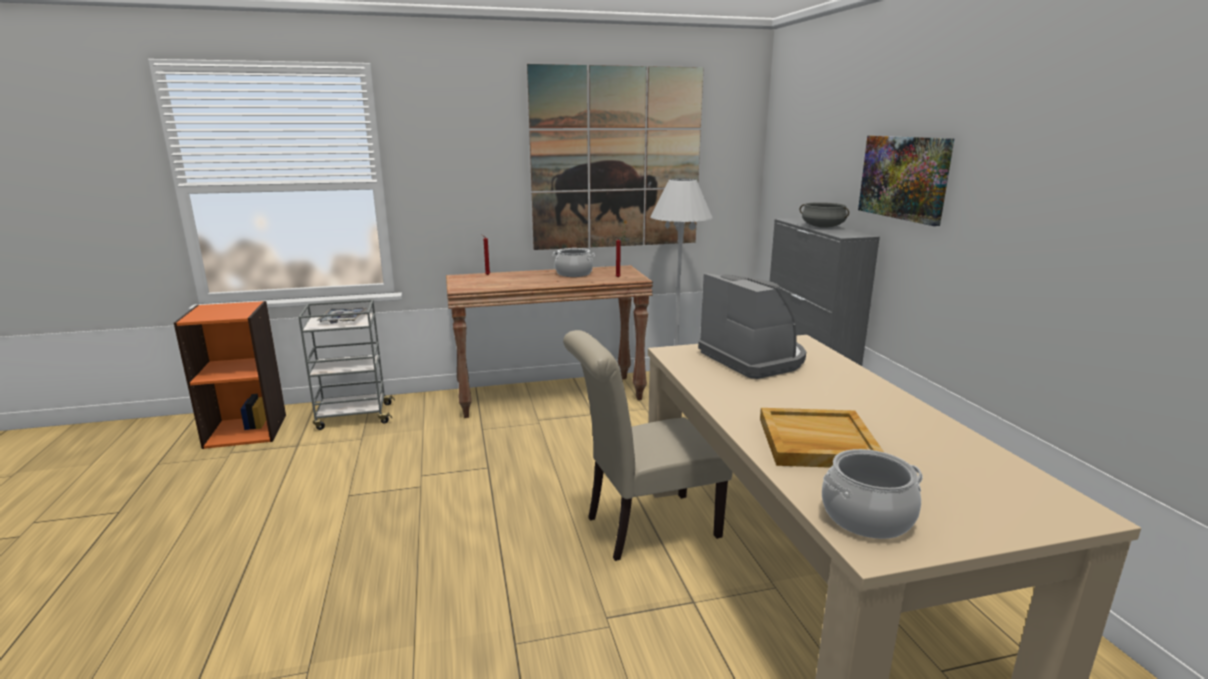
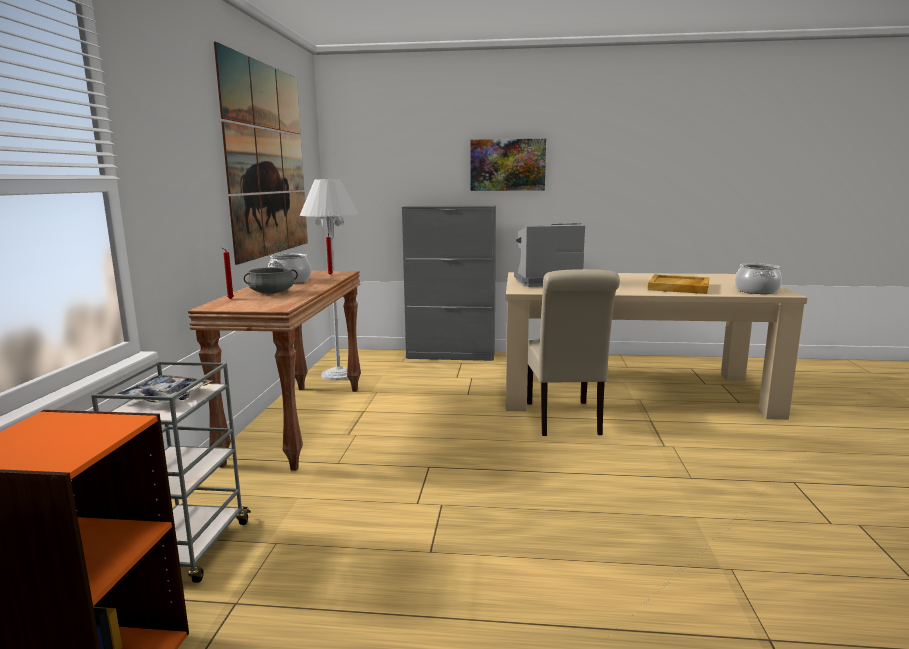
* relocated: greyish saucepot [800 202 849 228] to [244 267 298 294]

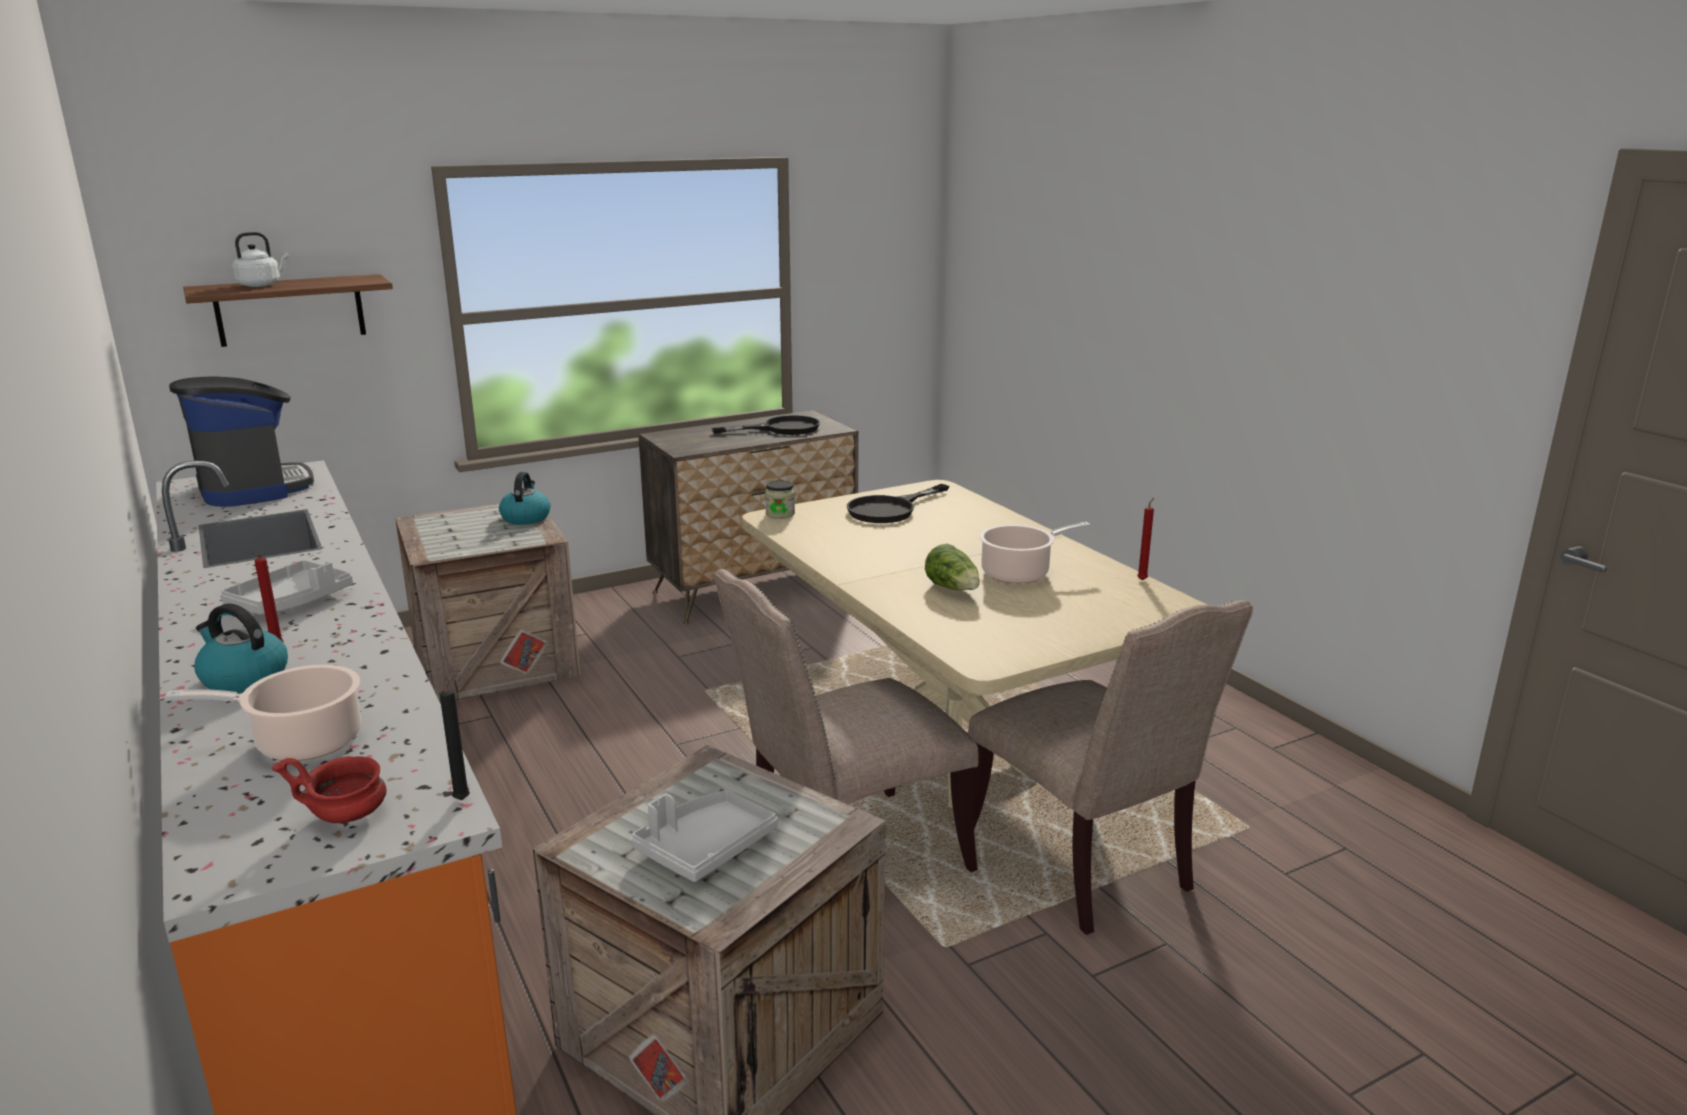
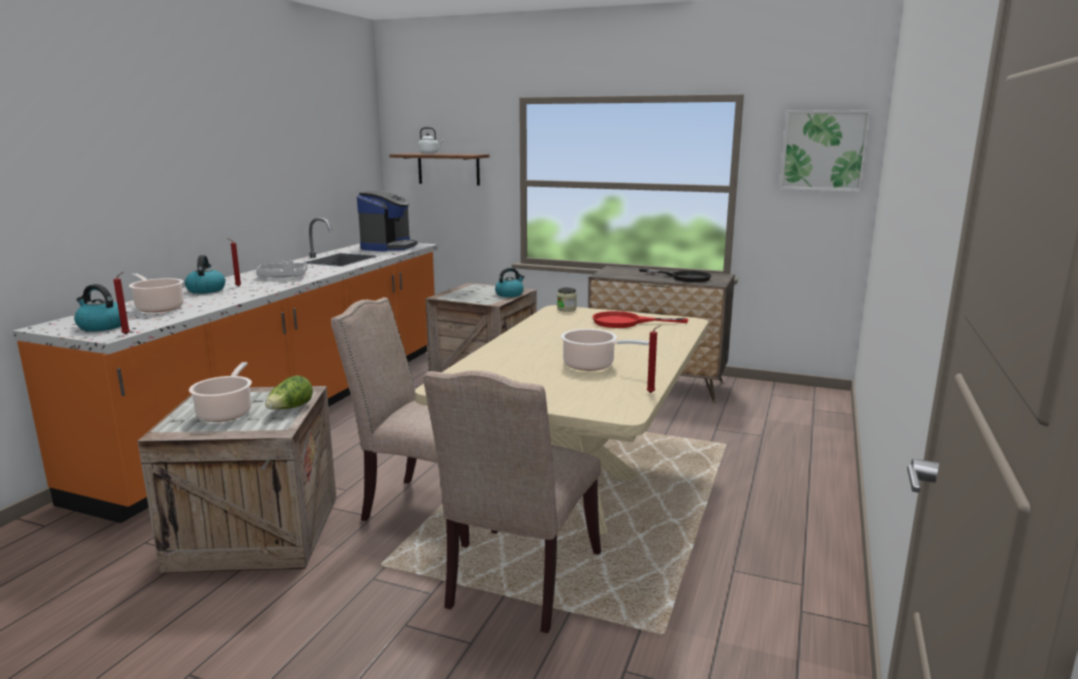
* appeared: wall art [780 110 871 192]
* relocated: lettuce head [925 544 980 590] to [265 375 313 409]
* exchanged: red-coloured deep dish [272 756 386 823] to kettle [74 284 127 332]
* exchanged: greyish tray [631 790 778 882] to saucepot [189 362 252 422]
* colour: black-coloured wax light [440 673 470 800] to red-coloured wax light [113 272 130 334]
* colour: black-coloured pan [847 484 949 523] to red-coloured pan [592 311 689 328]

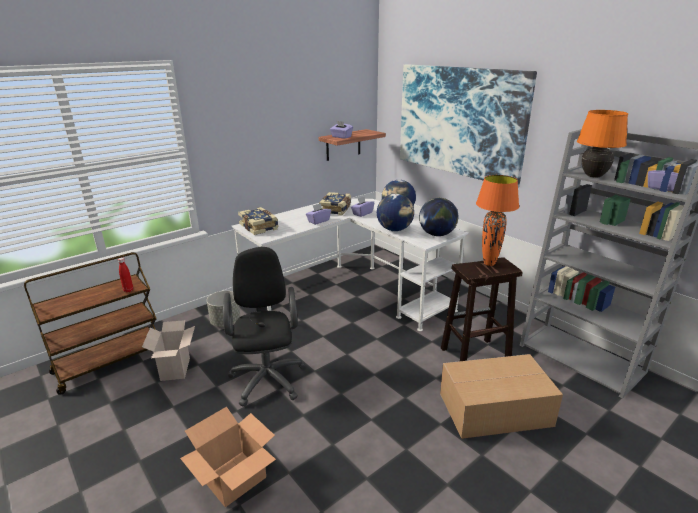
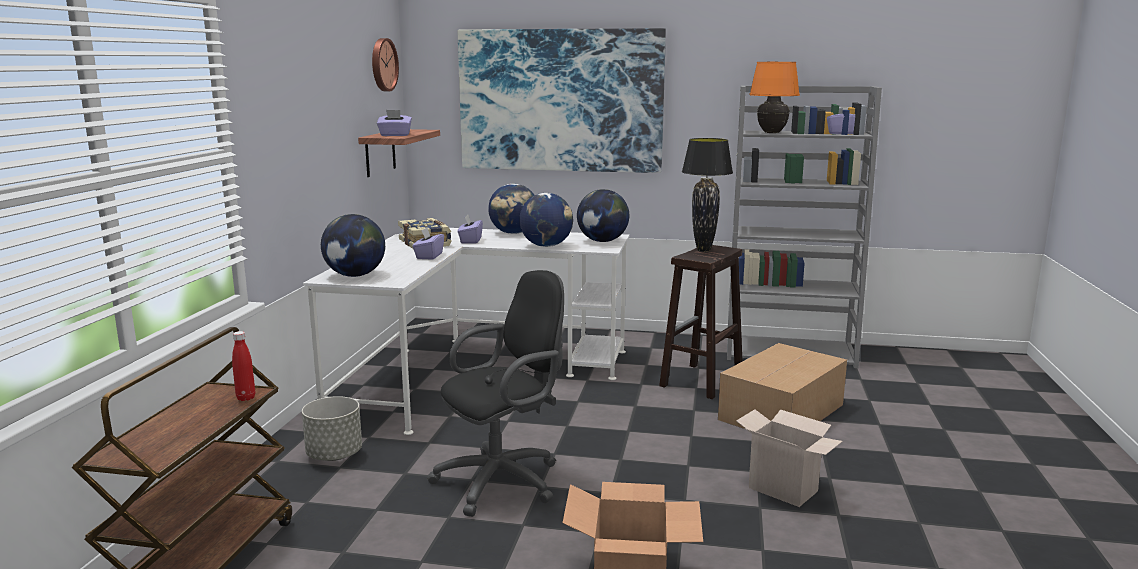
* appeared: wall clock [372 38 399 91]
* relocated: carton [142 320 195 381] to [736 409 843 507]
* exchanged: book [238 207 279 235] to globe [321 214 385 277]
* colour: orangey tabletop lamp [476 175 519 266] to black-coloured tabletop lamp [682 138 733 252]
* spun: black-coloured computer chair [223 247 306 407] = [427 270 564 517] 105 degrees clockwise

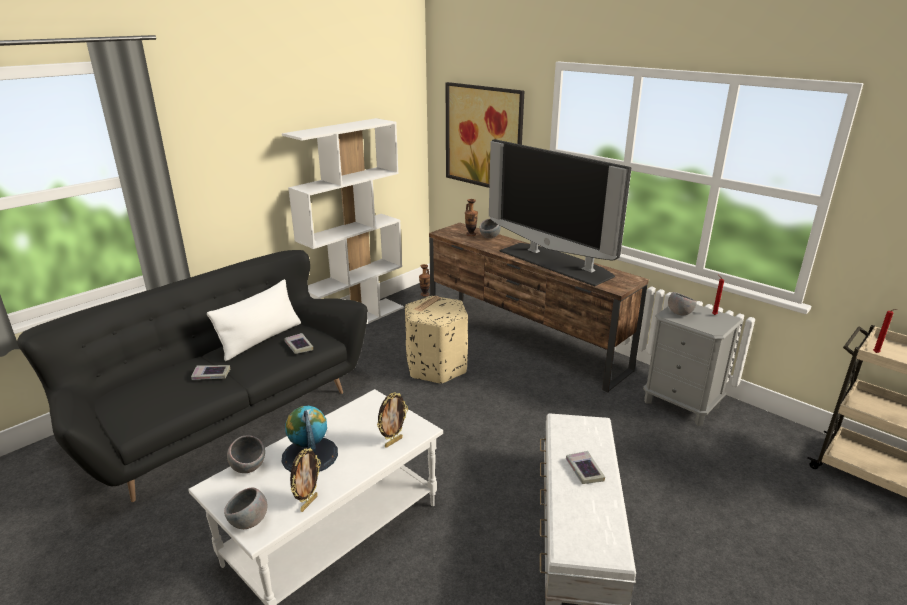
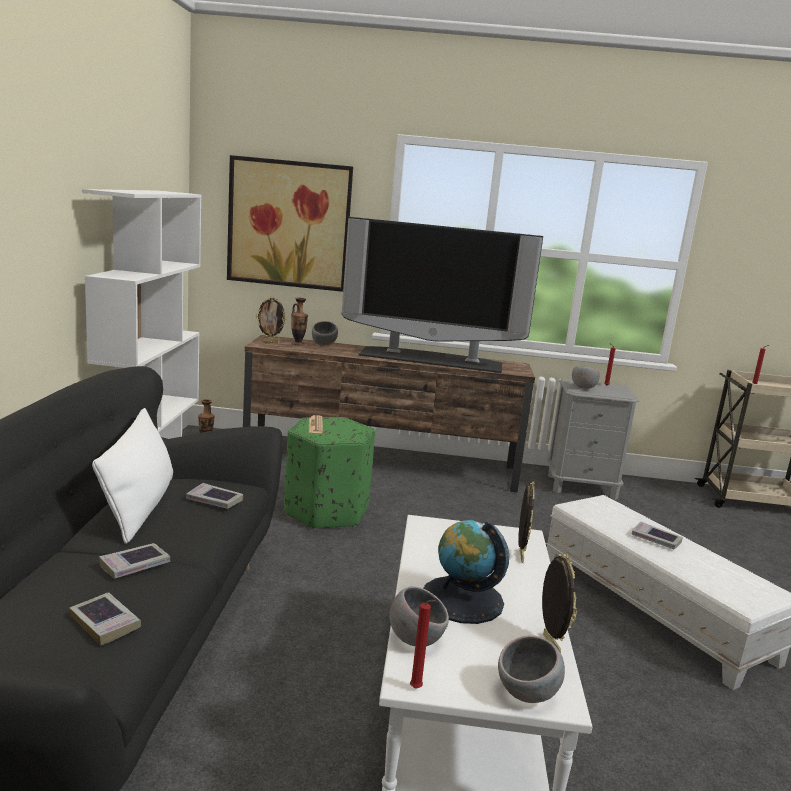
* appeared: book [69 592 141 646]
* appeared: photo frame [256 296 287 343]
* appeared: red-coloured wax light [410 600 436 688]
* colour: sand-coloured ottoman [405 296 468 384] to green ottoman [284 417 375 529]

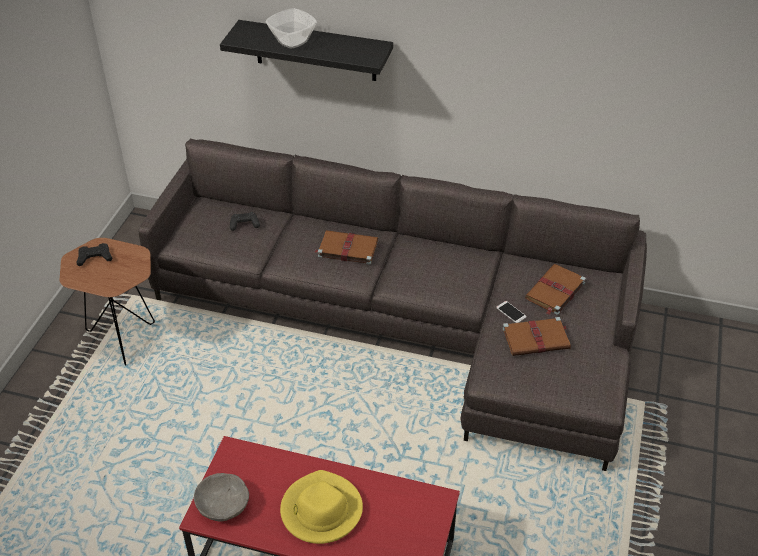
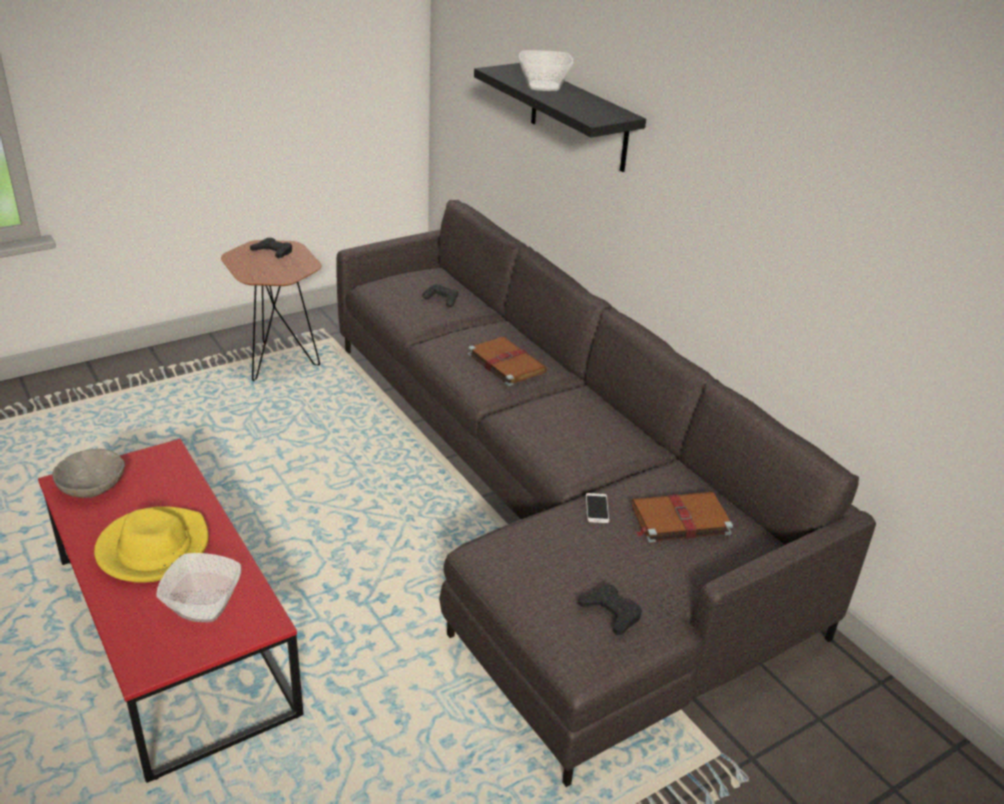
* missing: brown book [502 317 571 356]
* appeared: deep dish [156 553 241 622]
* appeared: black-coloured joypad [578 584 642 635]

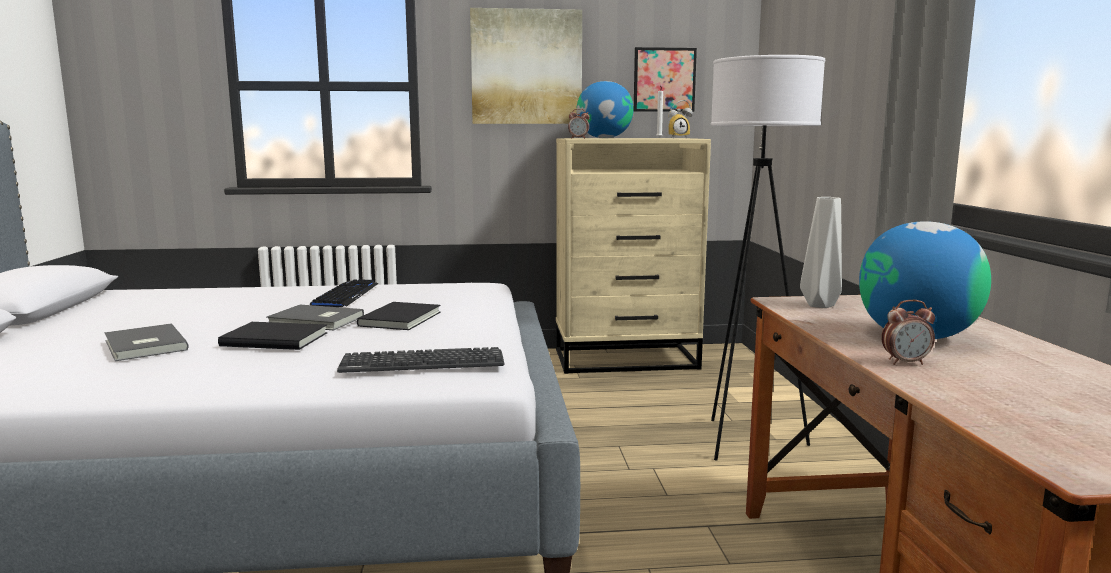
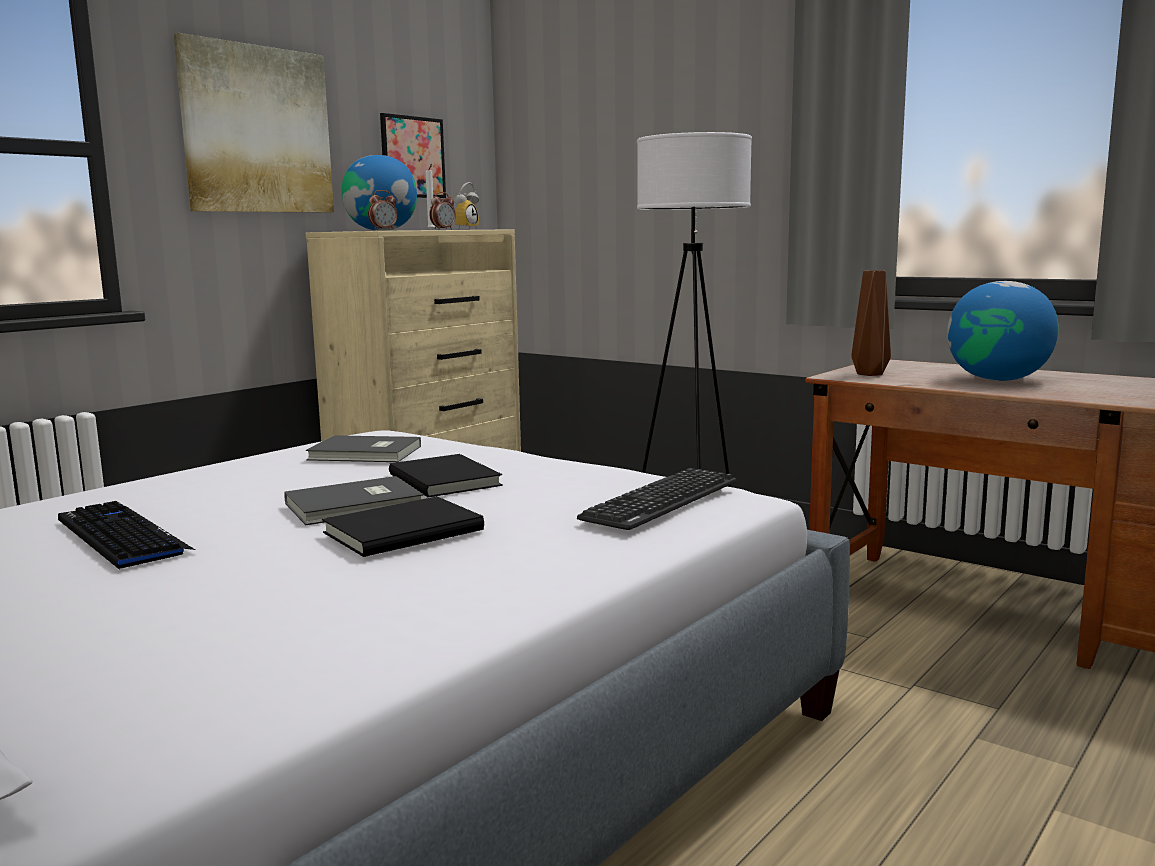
* relocated: greyish book [105 323 189 361] to [306 435 421 462]
* relocated: PC keyboard [310 279 379 307] to [58 501 195 570]
* relocated: table clock [881 300 935 365] to [429 192 456 230]
* colour: greyish flower vase [800 197 842 308] to brown flower vase [851 270 891 376]

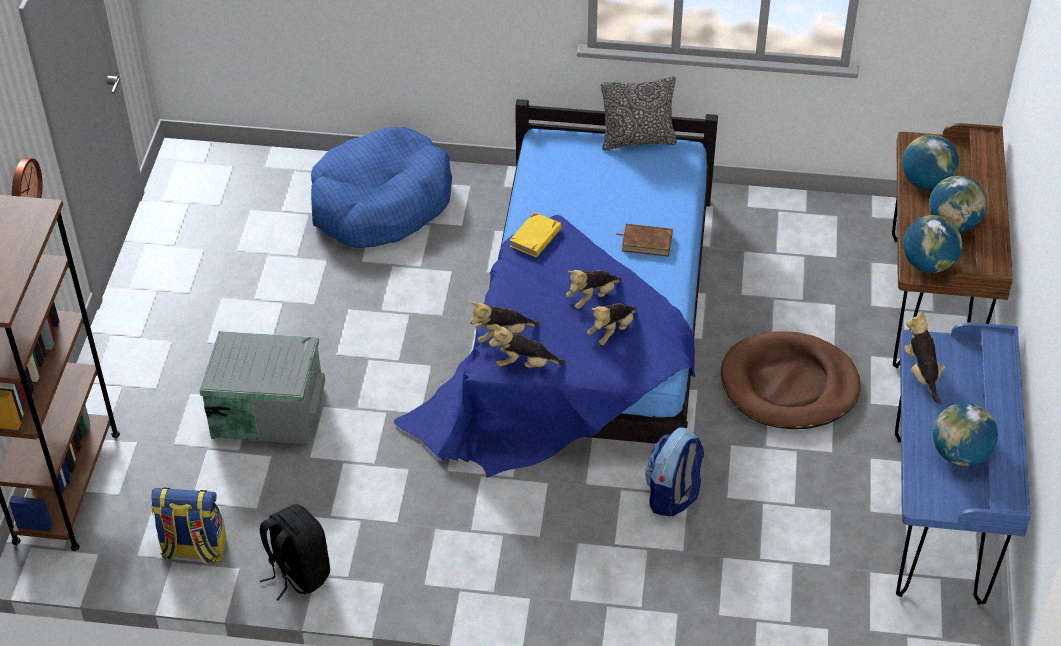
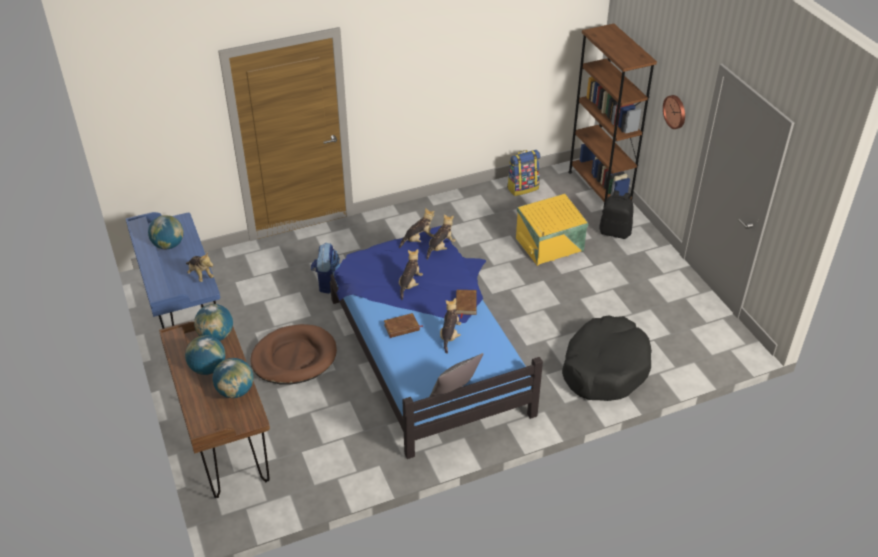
* relocated: black-coloured rucksack [260 504 330 601] to [600 190 634 239]
* relocated: soft toy [587 303 636 345] to [440 298 461 354]
* colour: greyish storage box [199 331 325 445] to yellow-coloured storage box [516 194 589 266]
* colour: blue pet bed [311 127 452 248] to black-coloured pet bed [562 315 652 401]
* colour: yellow-coloured book [510 212 561 257] to brown book [456 290 477 319]

